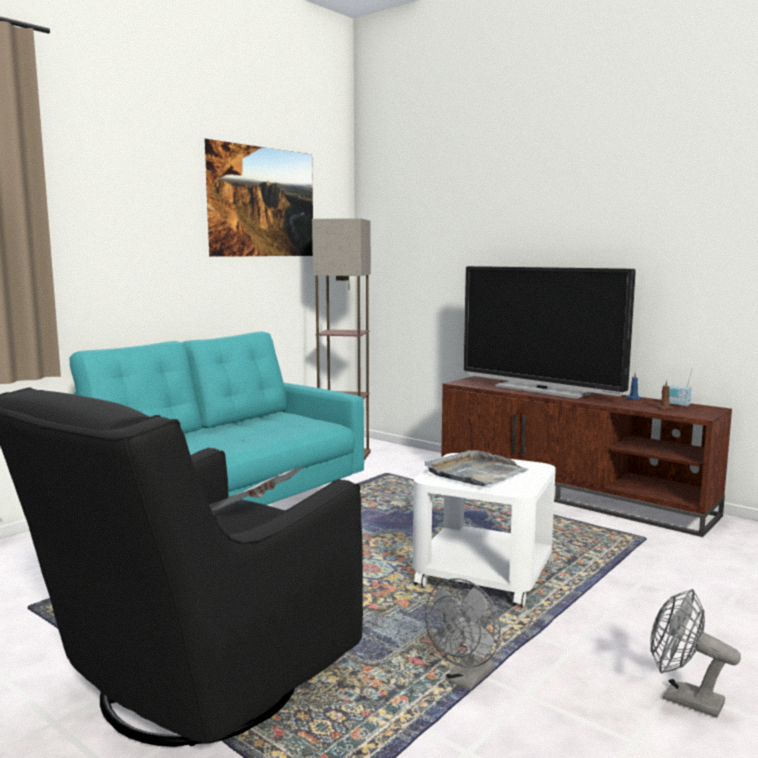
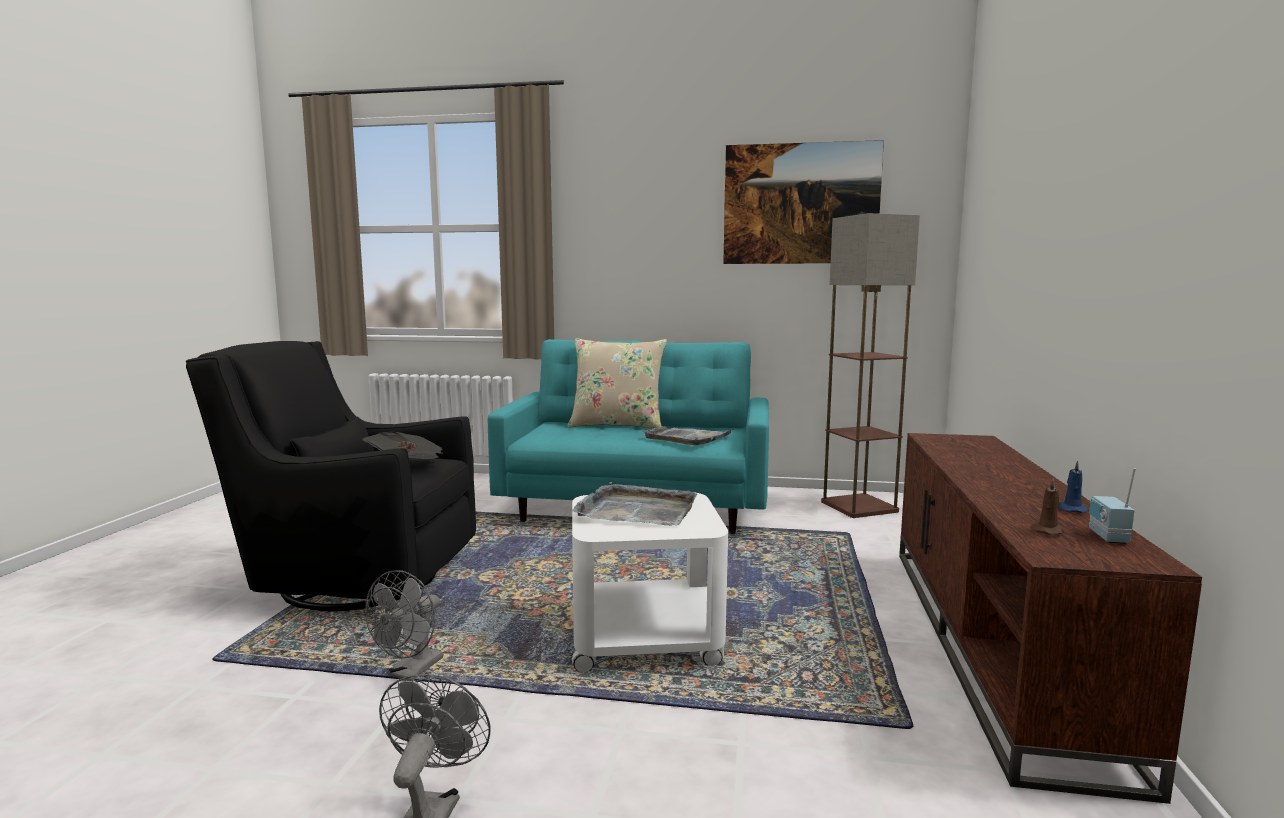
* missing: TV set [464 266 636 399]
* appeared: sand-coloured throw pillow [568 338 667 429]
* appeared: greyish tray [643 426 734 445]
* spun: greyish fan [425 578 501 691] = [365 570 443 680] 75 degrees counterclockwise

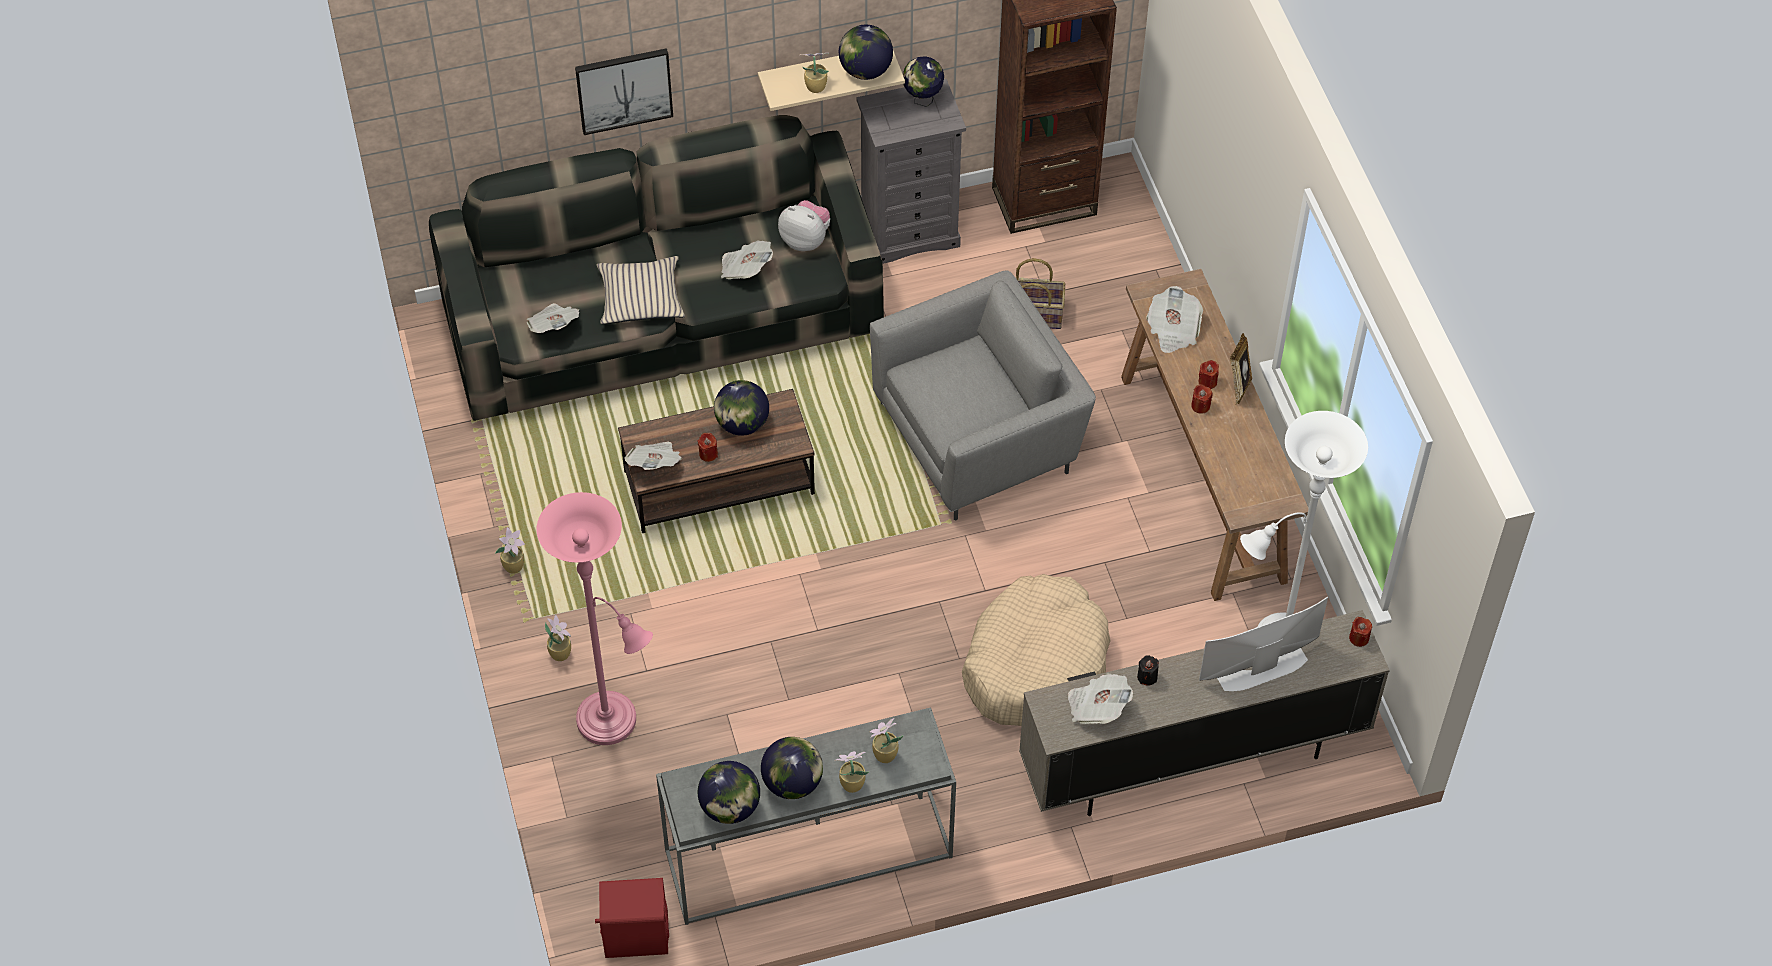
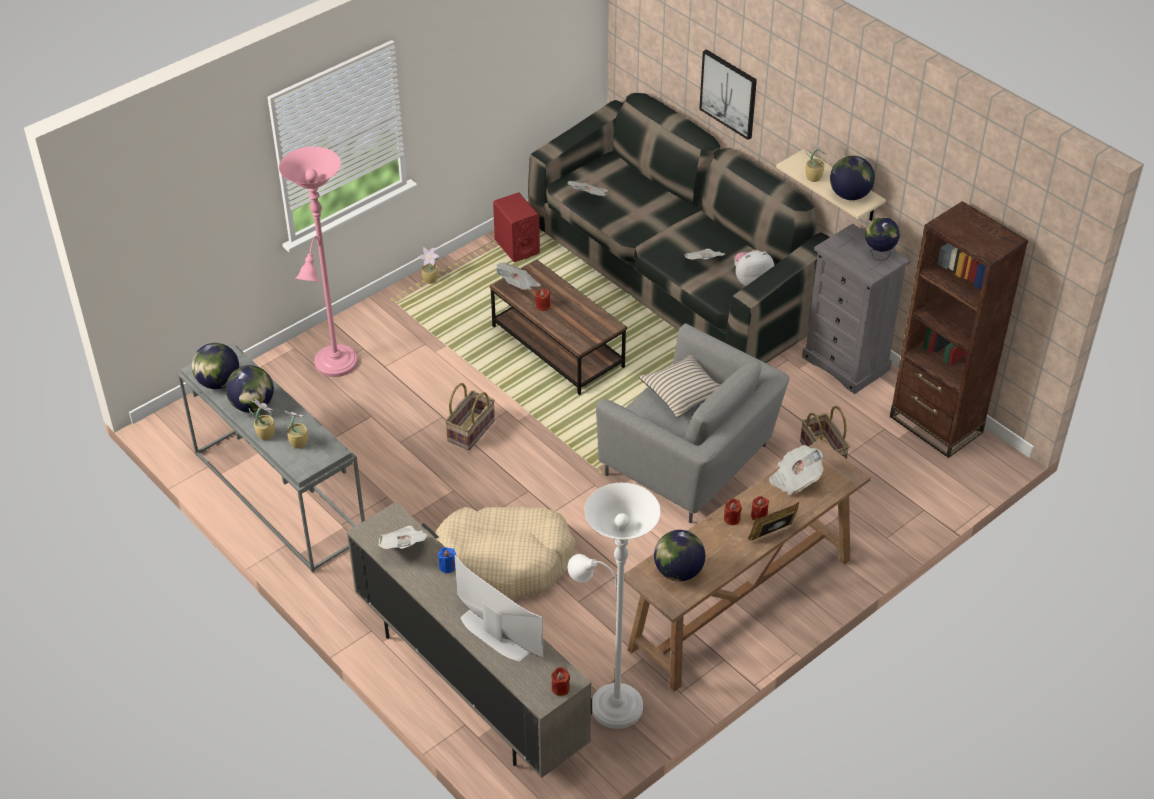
* missing: potted plant [545 615 571 661]
* appeared: basket [445 383 495 450]
* relocated: red-coloured audio speaker [595 878 669 958] to [493 192 540 262]
* relocated: sand-coloured throw pillow [597 256 685 324] to [639 355 720 418]
* relocated: globe [714 380 769 436] to [654 530 705 581]
* colour: black-coloured wax light [1137 655 1159 686] to blue wax light [438 547 456 573]
* spun: soft toy [778 200 830 251] = [734 250 774 286] 105 degrees counterclockwise

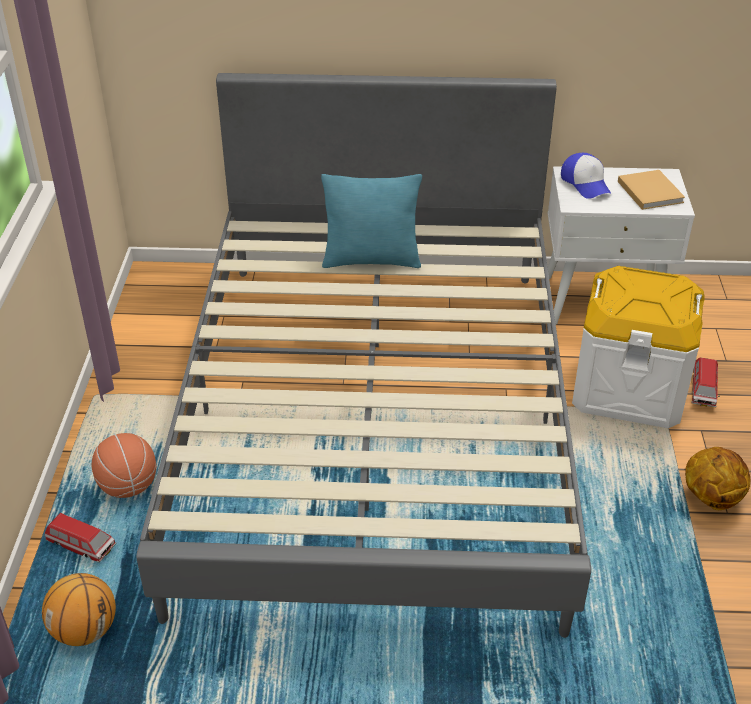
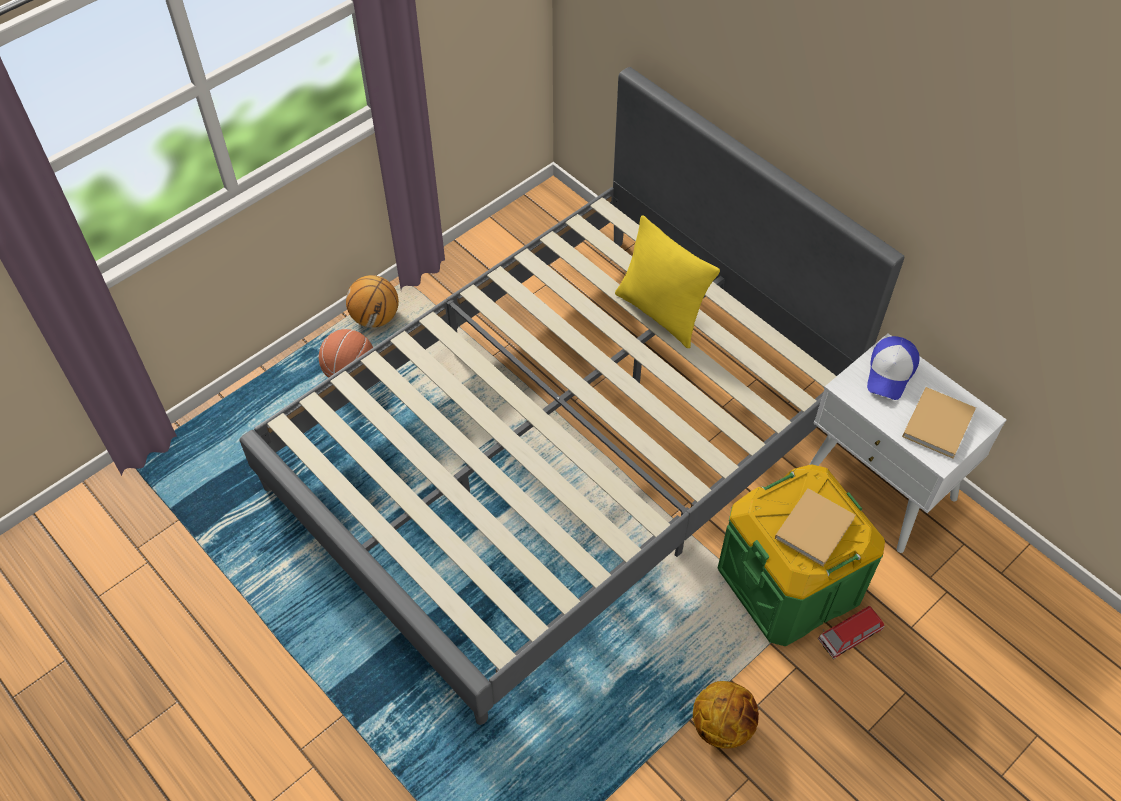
* missing: toy car [45 513 116 563]
* appeared: sand-coloured book [775 488 856 566]
* relocated: ball for basketball [42 573 116 646] to [346 275 399 328]
* colour: turquoise-coloured throw pillow [321 174 422 268] to yellow-coloured throw pillow [615 215 720 348]
* colour: whitish storage box [572 266 705 428] to green storage box [718 464 885 646]

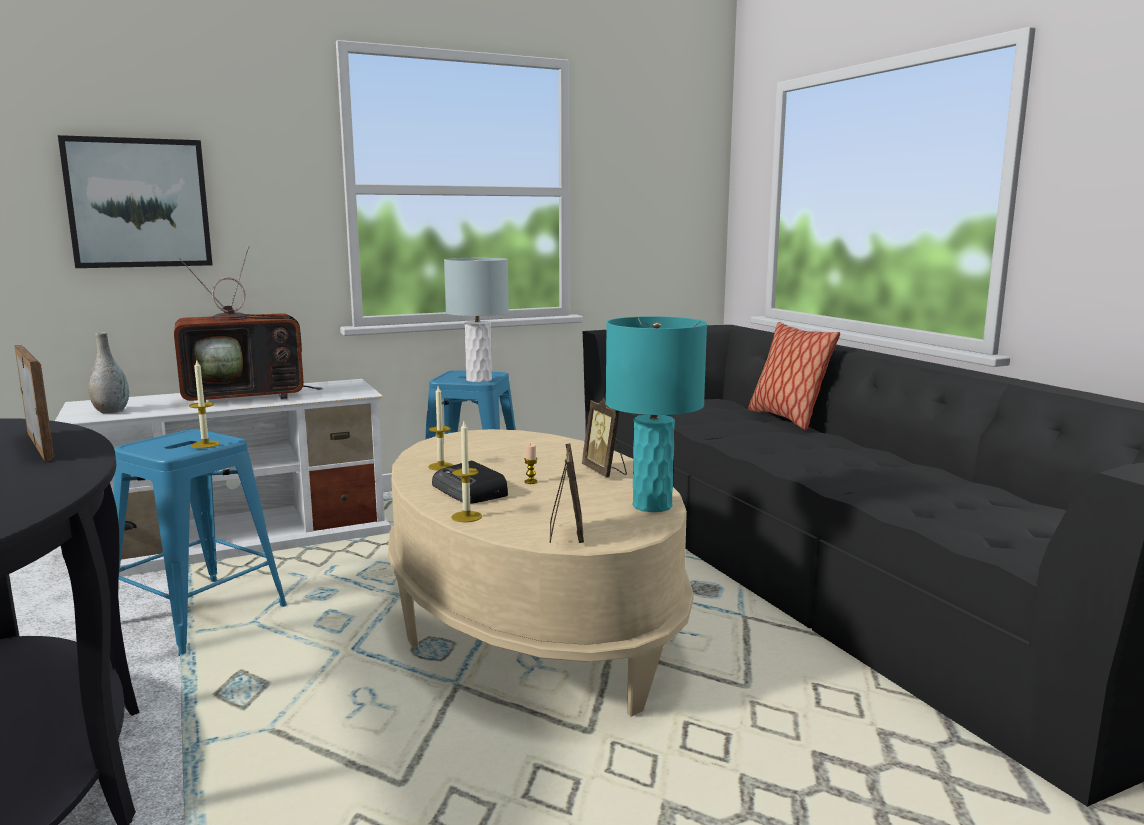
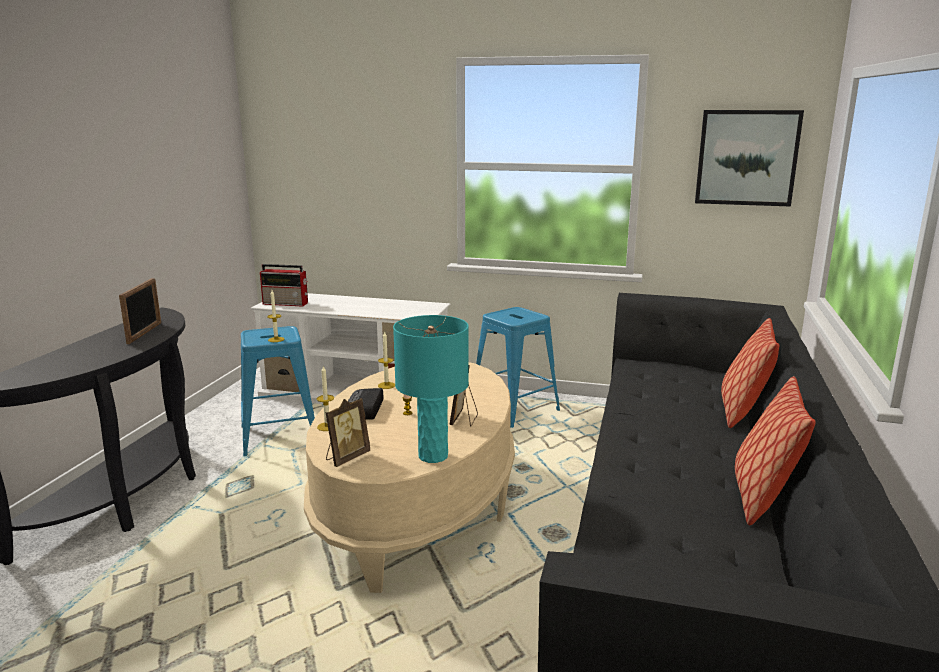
* missing: TV set [174 246 323 402]
* missing: greyish tabletop lamp [444 258 509 382]
* appeared: throw pillow [735 376 816 525]
* relocated: wall art [58 135 213 268] to [695 110 804 207]
* exchanged: greyish flower vase [88 332 129 413] to radio receiver [260 264 308 307]

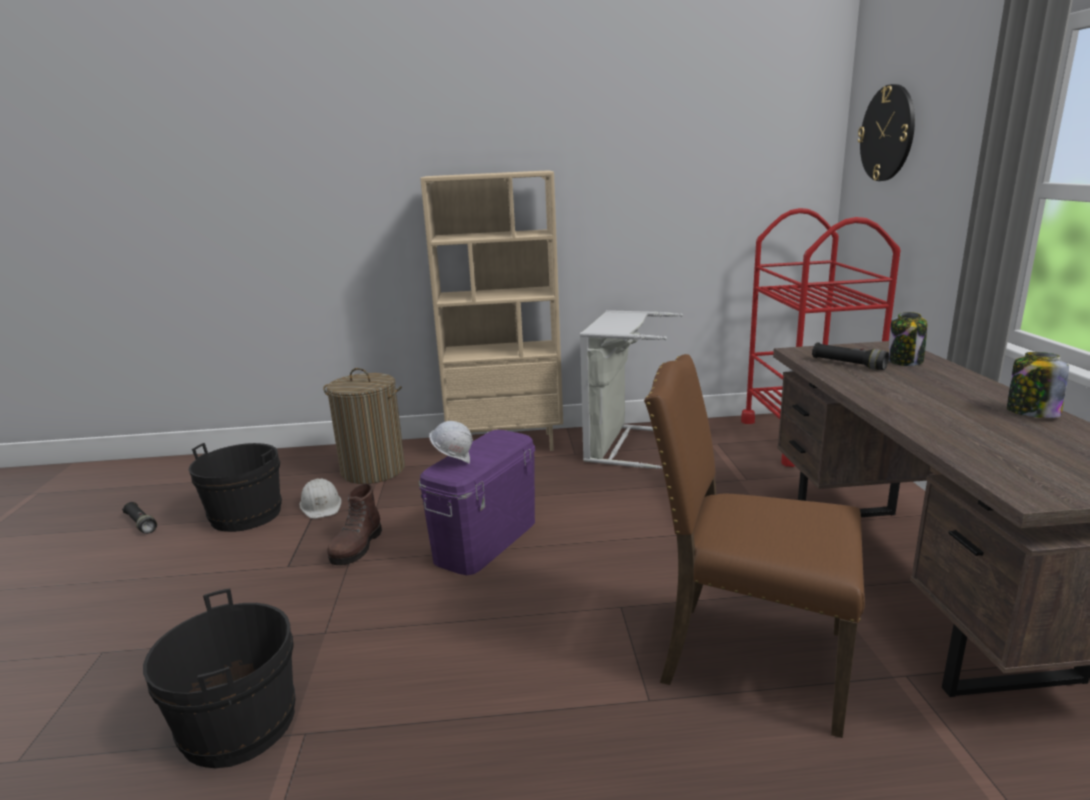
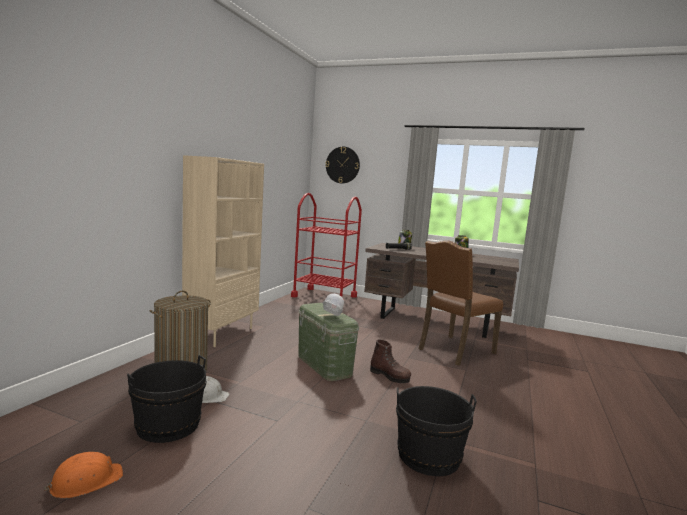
* missing: greyish washing basket [580 310 683 469]
* relocated: brown boot [327 483 382 565] to [370 339 411 383]
* exchanged: black-coloured torch [122 502 157 534] to orangey hard hat [44 452 123 498]
* colour: purplish storage box [419 430 535 575] to green storage box [298 303 359 381]

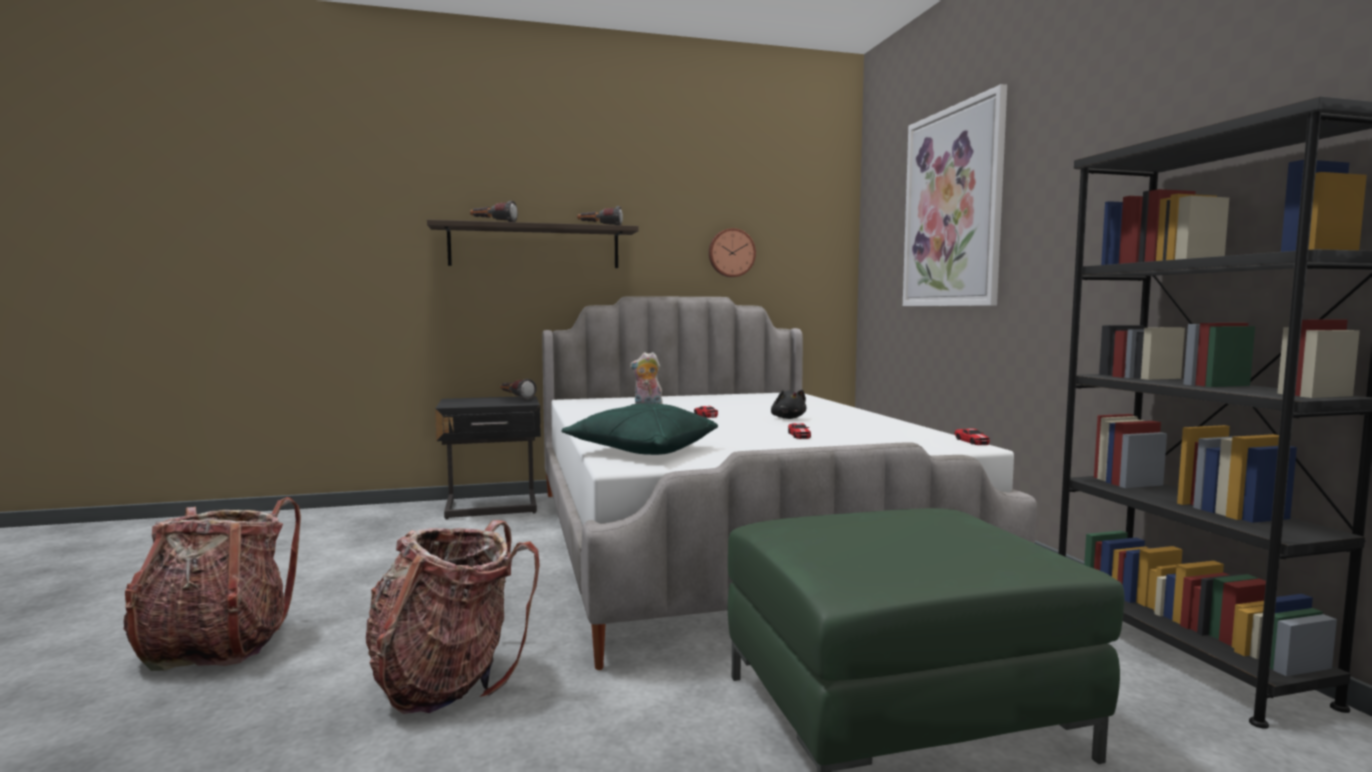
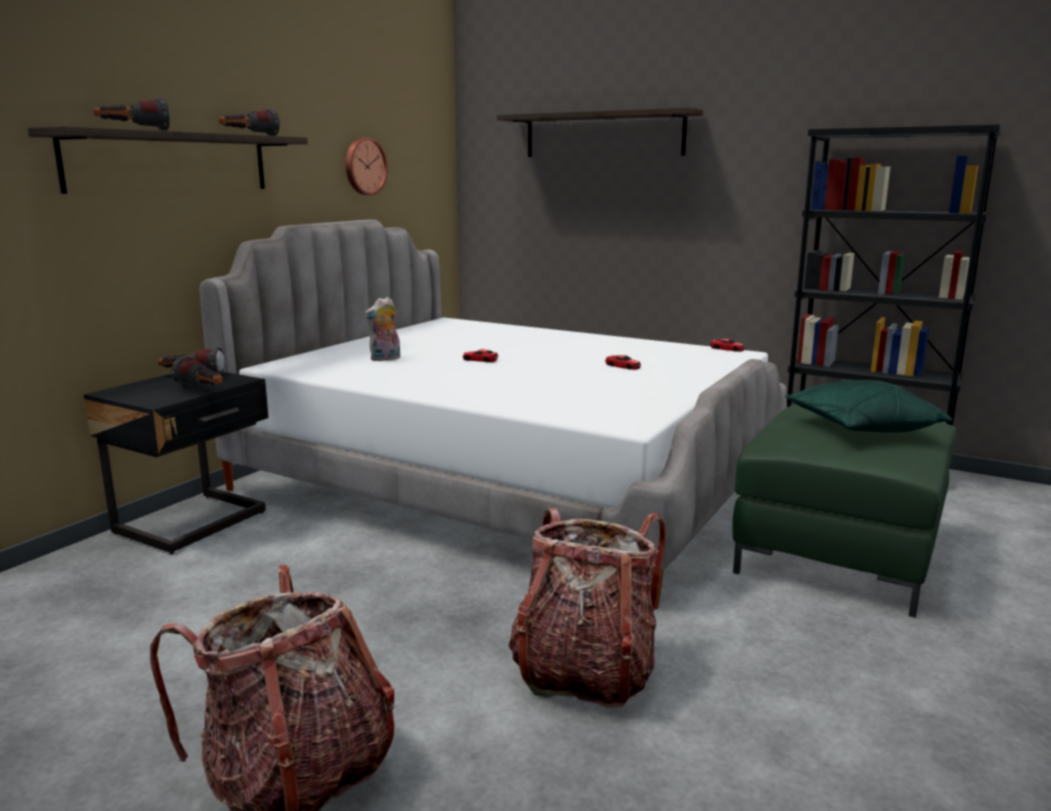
* missing: black-coloured soft toy [771 390 806 419]
* appeared: torch [171 356 223 386]
* relocated: green throw pillow [561 403 718 455] to [785 380 952 432]
* exchanged: wall art [903 84 1007 306] to shelf [497 107 703 157]

